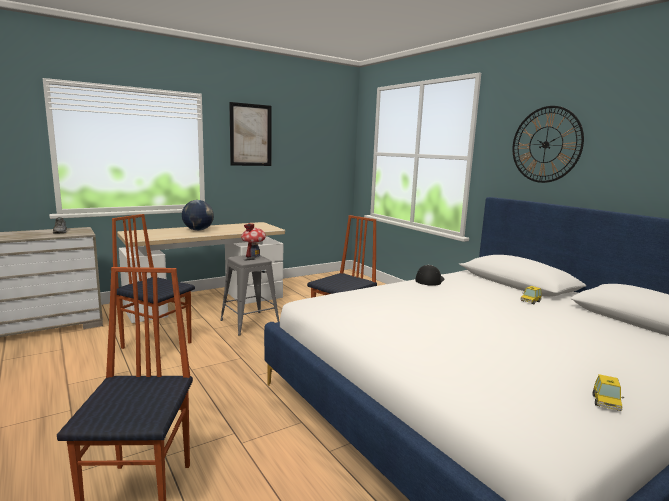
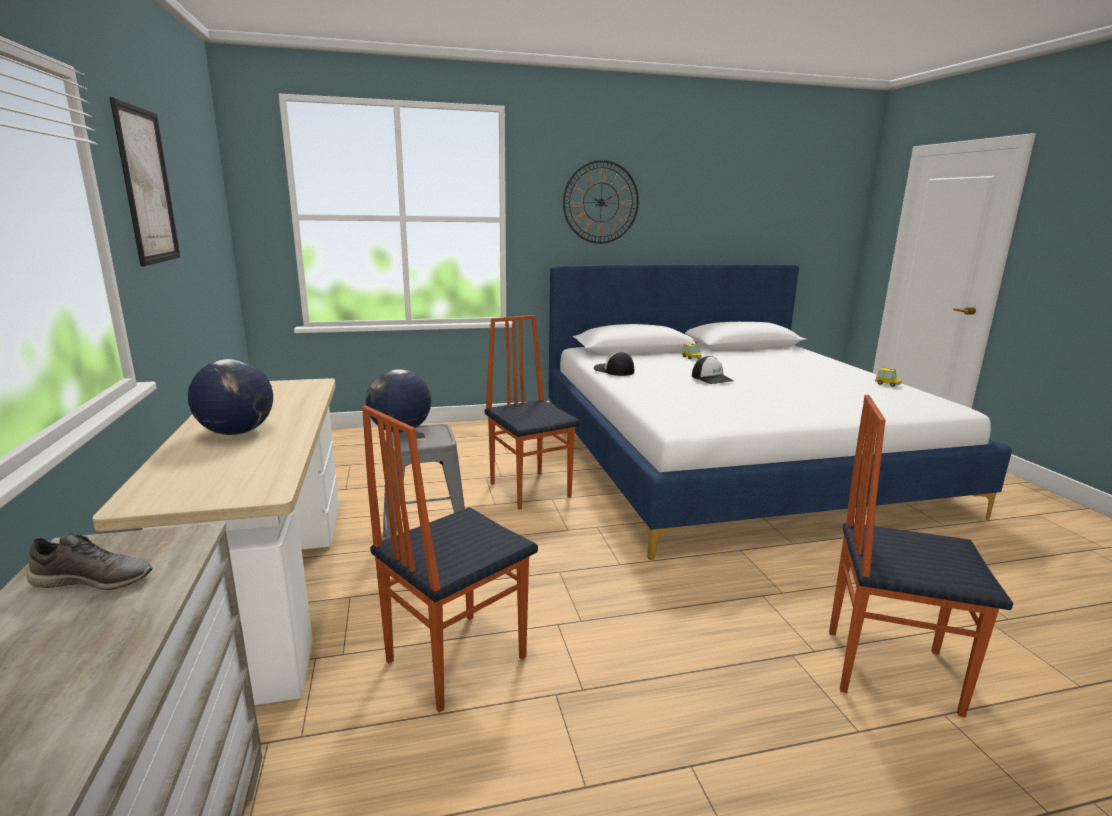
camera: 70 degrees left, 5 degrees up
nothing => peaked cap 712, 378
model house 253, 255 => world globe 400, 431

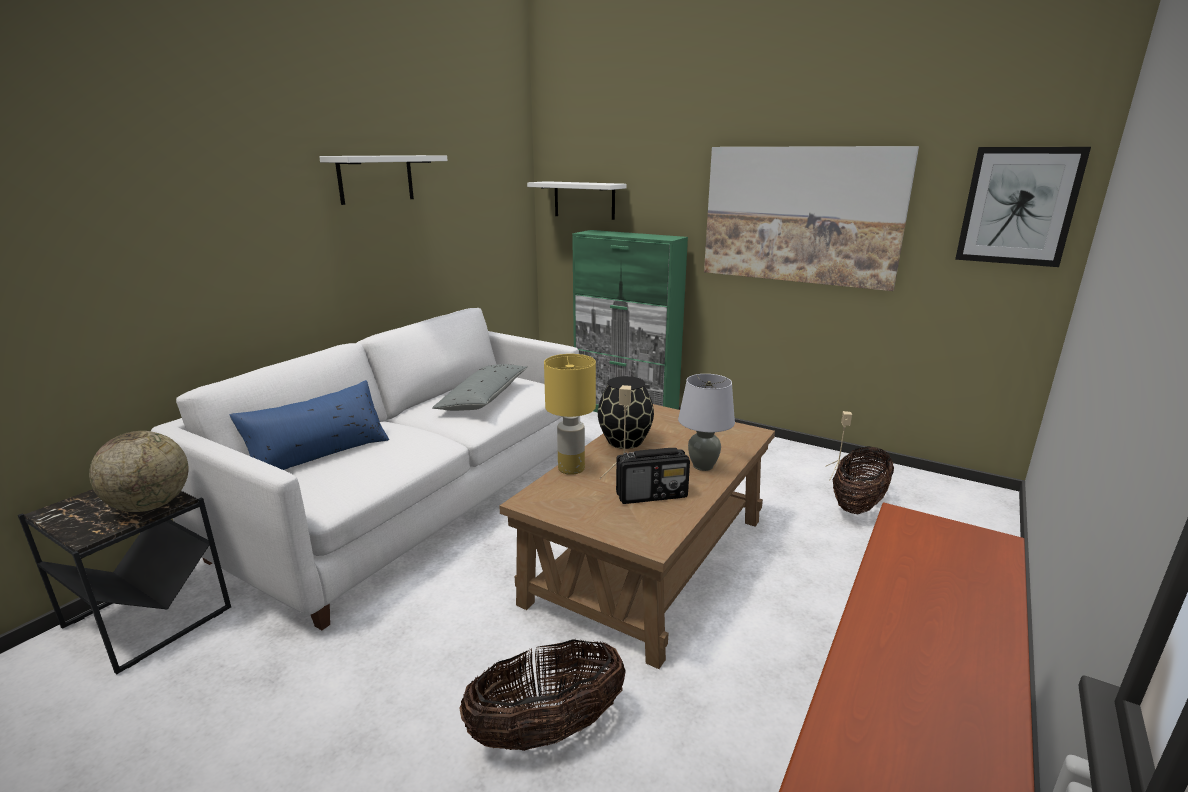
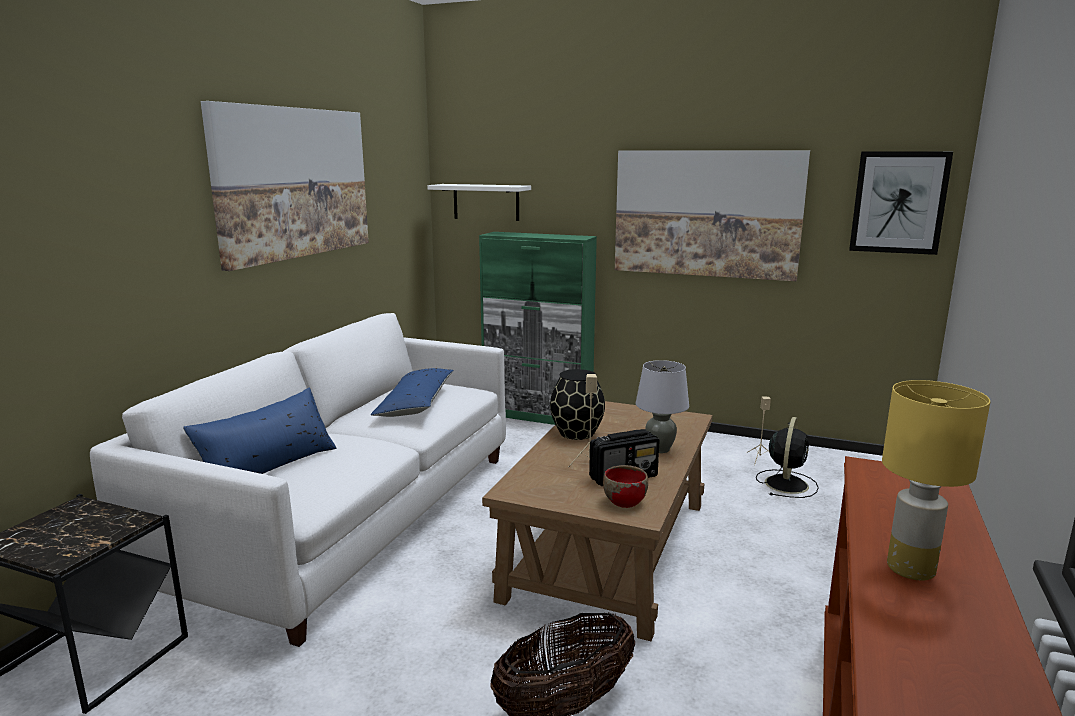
camera: 10 degrees left, 5 degrees down
world globe 151, 505 => nothing
nothing => red-coloured deep dish 624, 501
yellow table lamp 571, 468 => yellow table lamp 910, 568, relocated
white-coloured wall shelf 376, 179 => picture 294, 183
household basket 858, 504 => blackish electric fan 786, 483
gray pillow 483, 398 => bluish pillow 415, 404

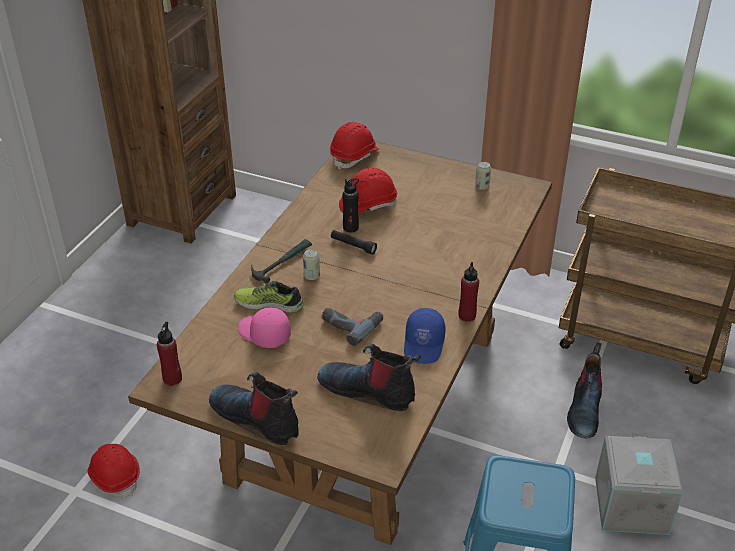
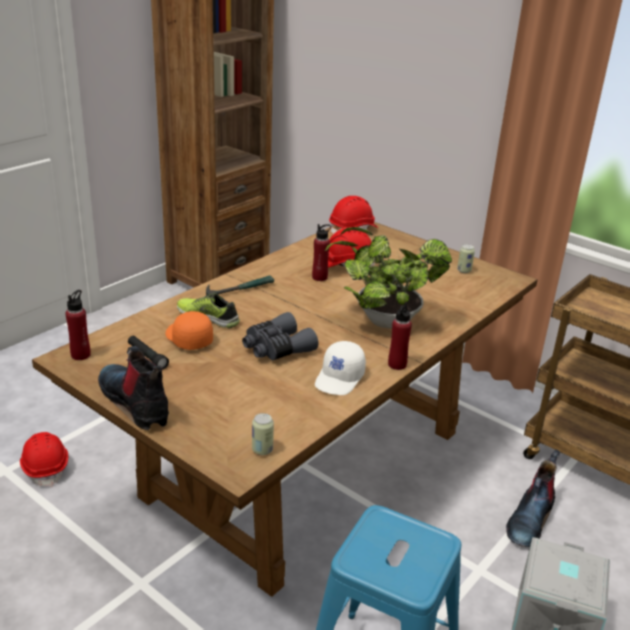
camera: 15 degrees right, 10 degrees down
boot 368, 390 => nothing
nothing => potted plant 382, 321
sealed can 311, 276 => sealed can 262, 450, relocated
blackish torch 353, 246 => blackish torch 147, 357, relocated
electric drill 351, 324 => gray binoculars 276, 348
pink-coloured peaked cap 263, 334 => orange peaked cap 188, 339
blackish beverage bottle 350, 227 => red-coloured beverage bottle 319, 277
bluish peaked cap 424, 344 => white-coloured peaked cap 340, 379

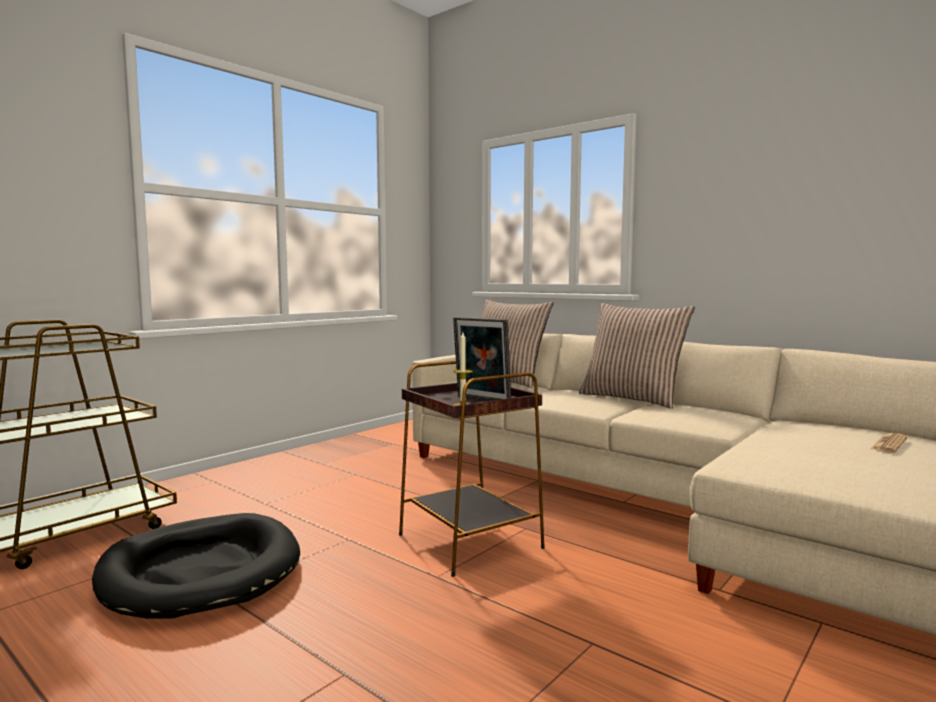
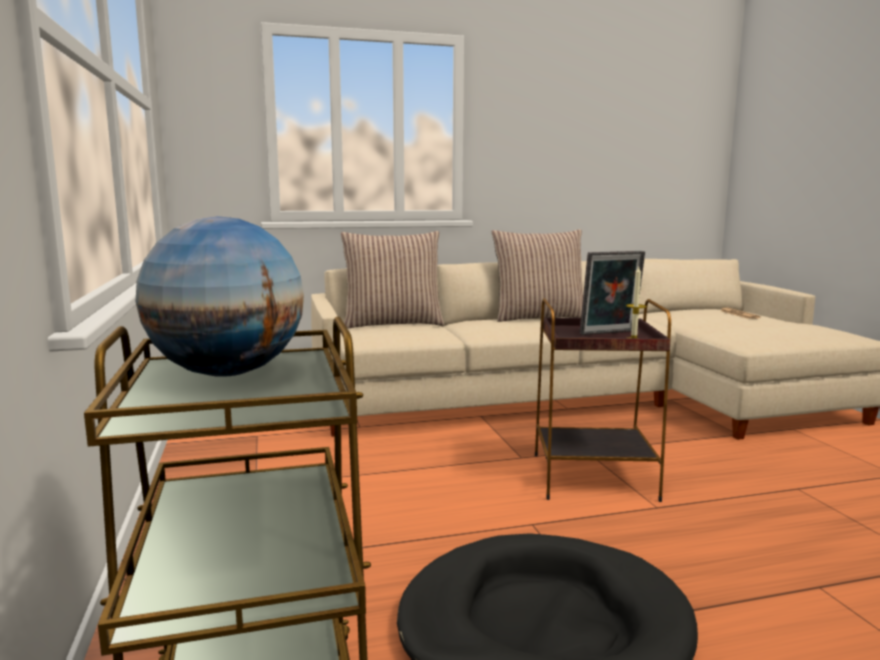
camera: 55 degrees left, 5 degrees up
nothing => world globe 228, 373

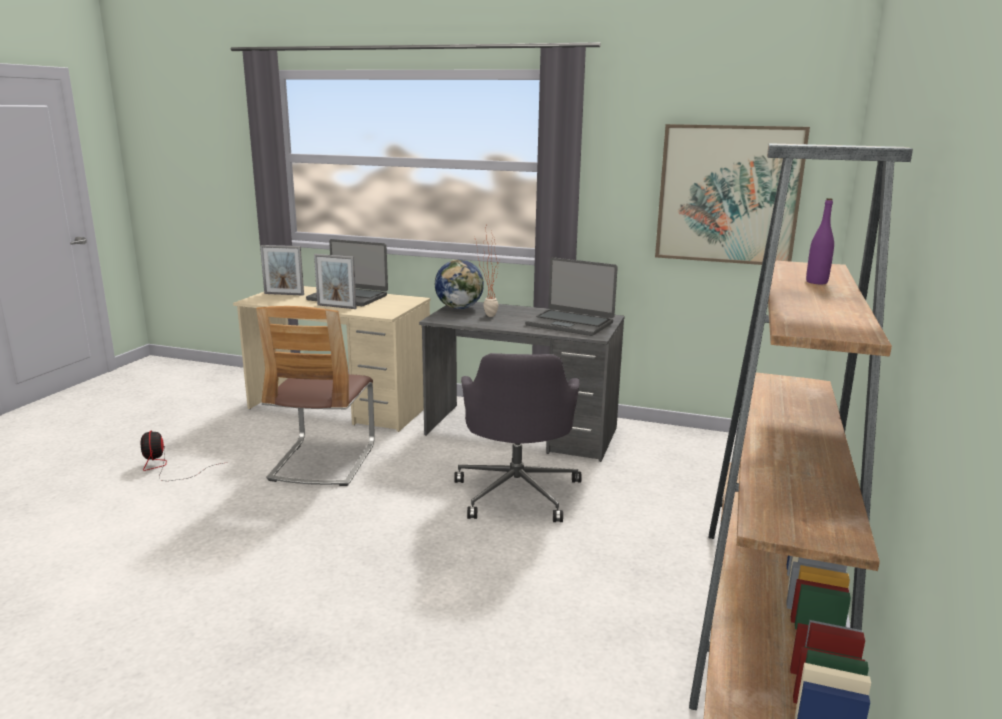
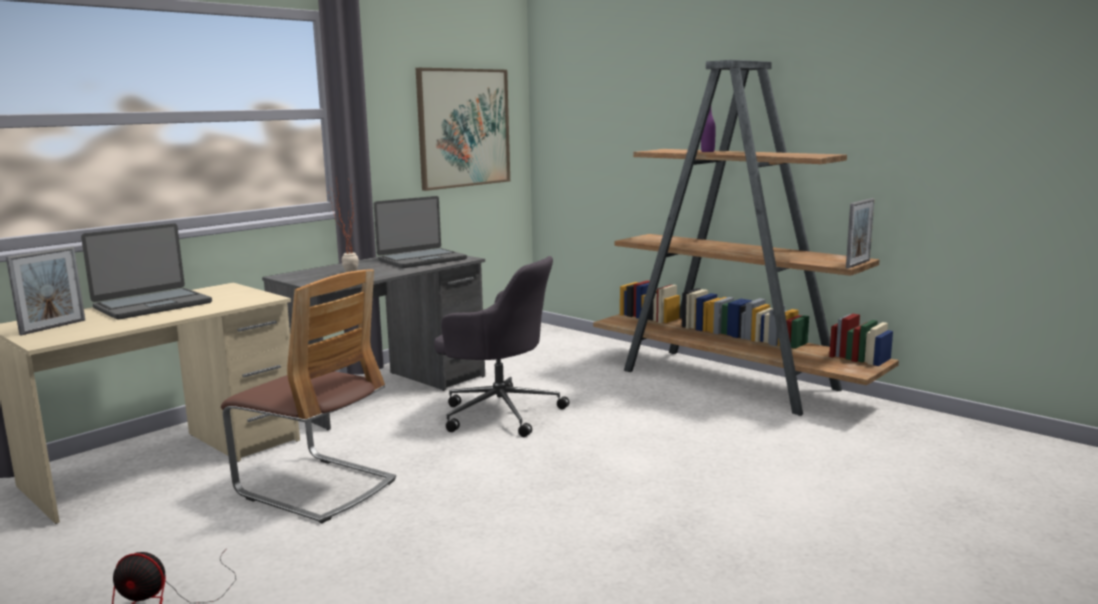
camera: 65 degrees left, 5 degrees down
world globe 459, 308 => nothing
picture frame 336, 307 => picture frame 858, 264, relocated

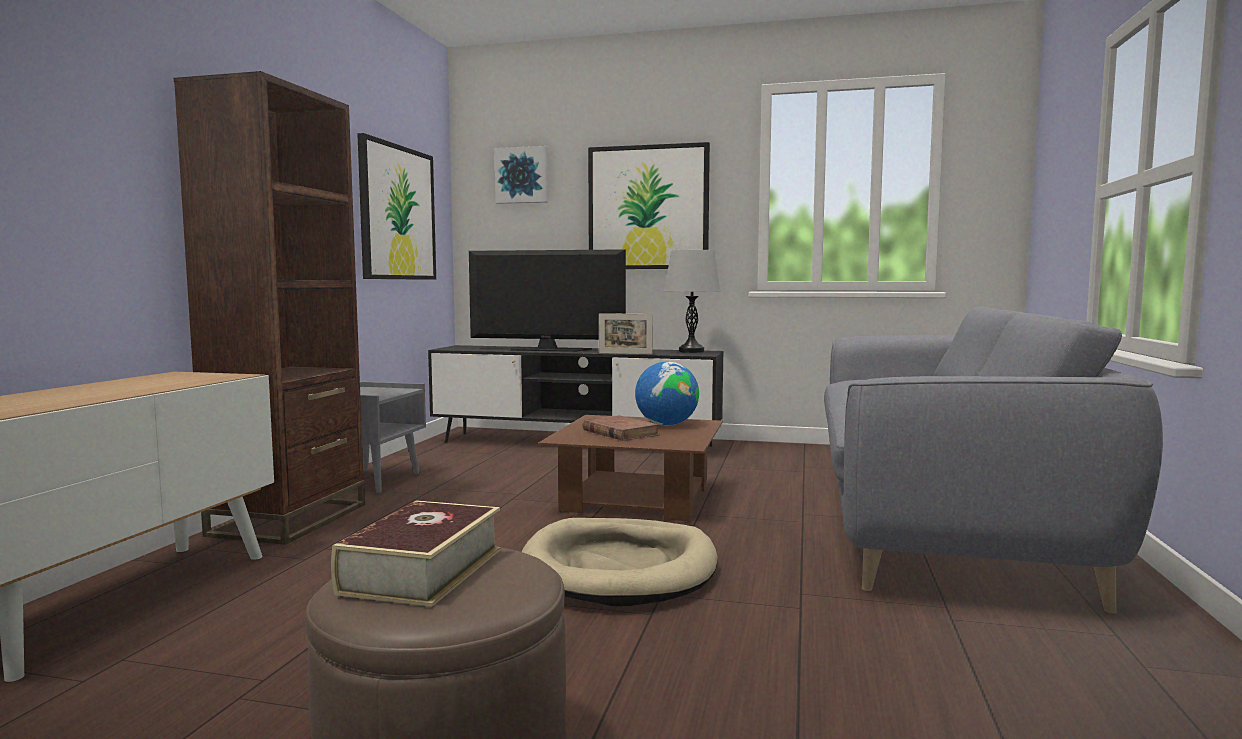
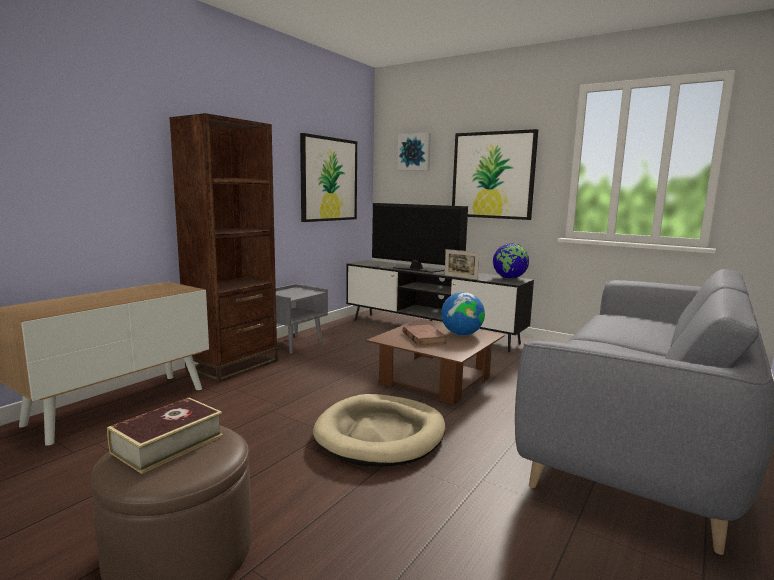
camera: 20 degrees right, 5 degrees up
gray table lamp 691, 351 => world globe 509, 278

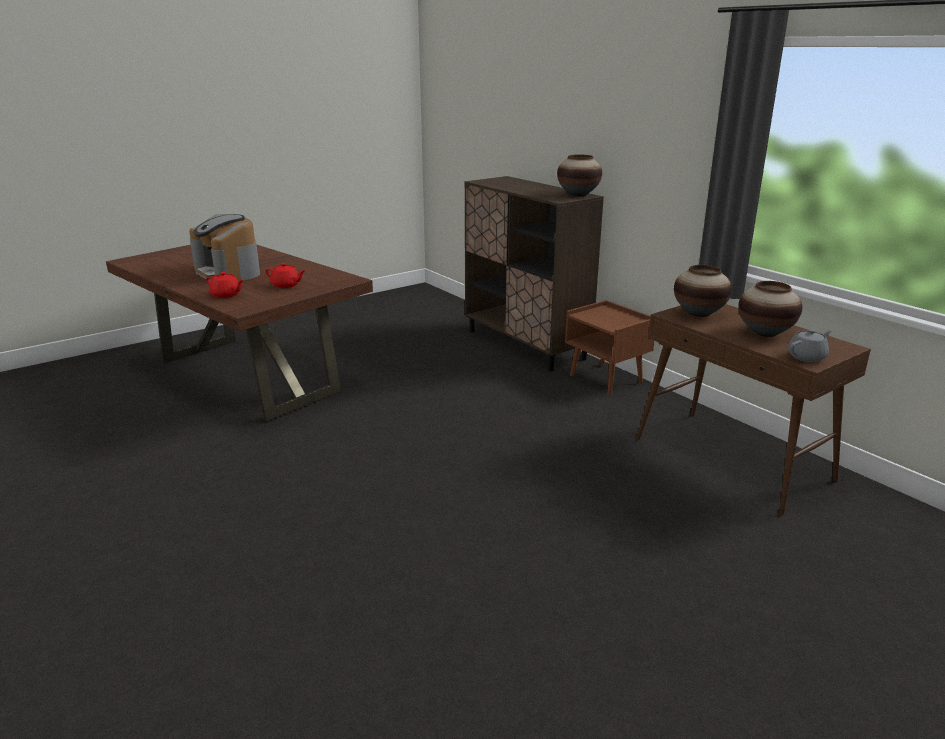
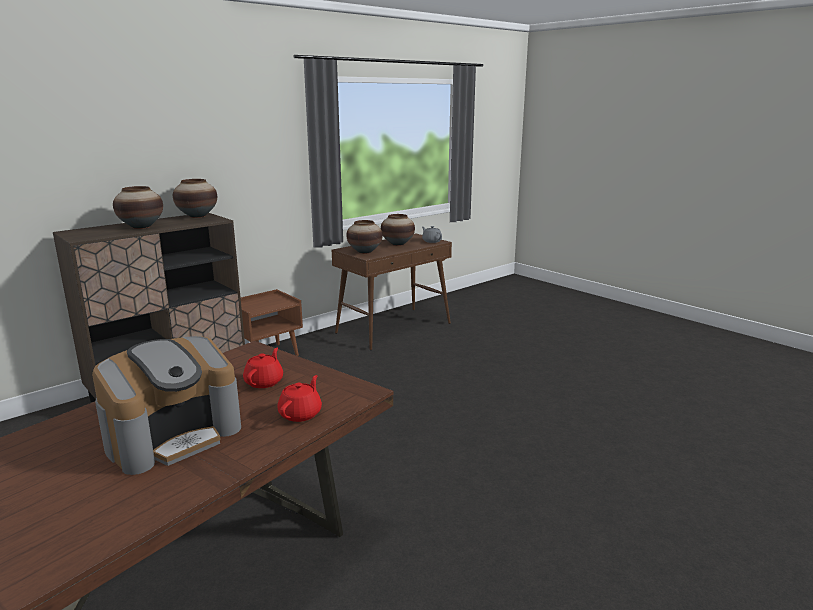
camera: 95 degrees left, 5 degrees down
nothing => flower vase 141, 227

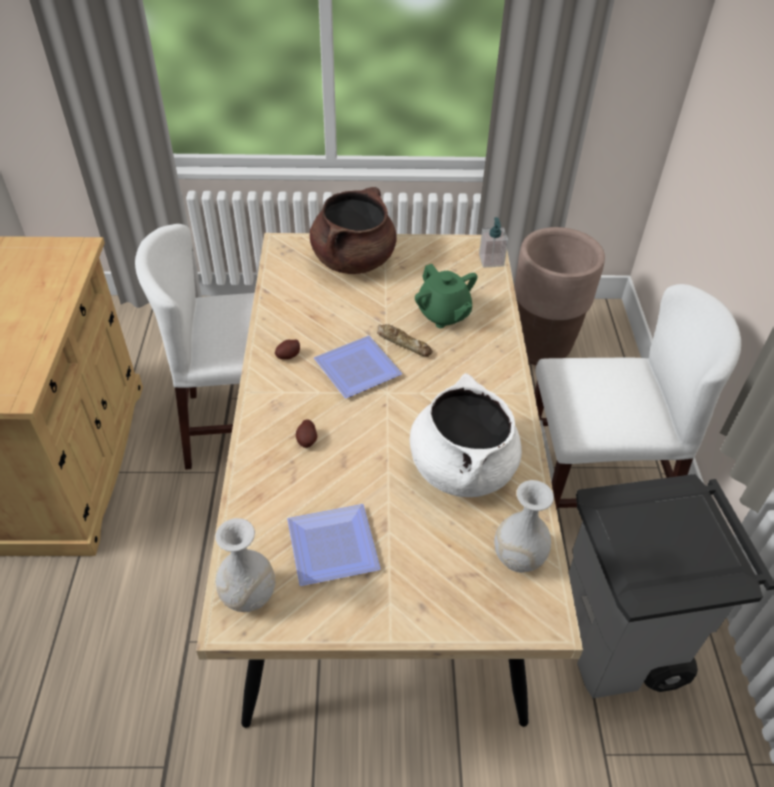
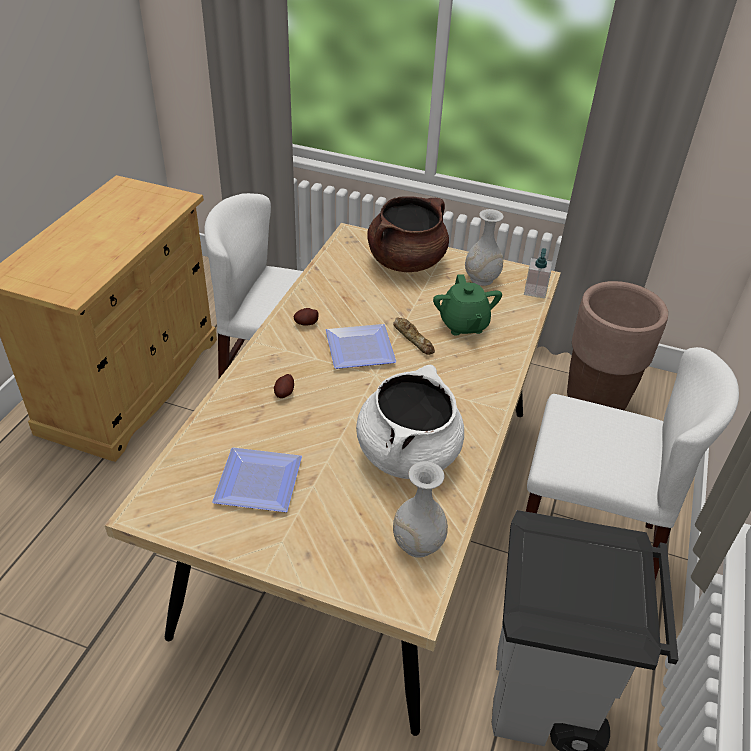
camera: 20 degrees right, 5 degrees down
white-coloured flower vase 249, 596 => white-coloured flower vase 482, 279, relocated

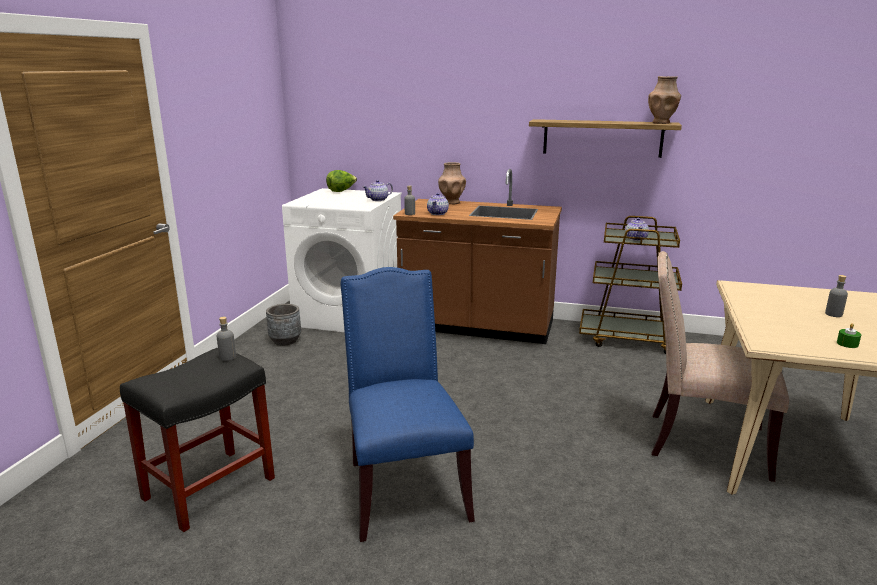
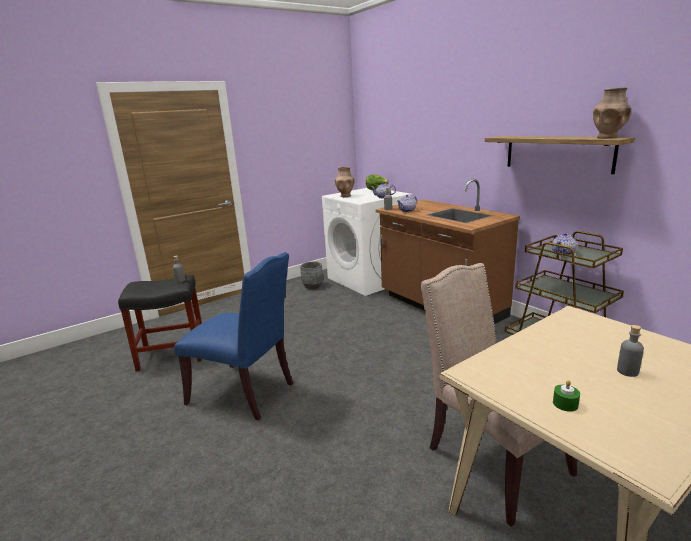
camera: 40 degrees right, 0 degrees up
brown flower vase 452, 202 => brown flower vase 345, 196, relocated
bluish upright chair 403, 487 => bluish upright chair 246, 393, 90 degrees clockwise

